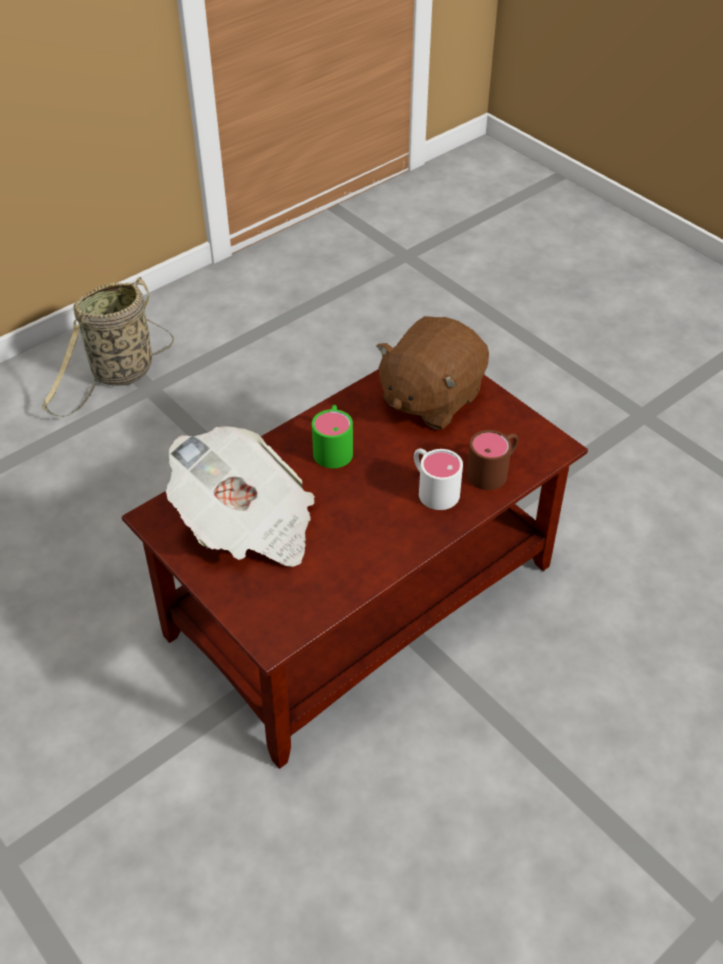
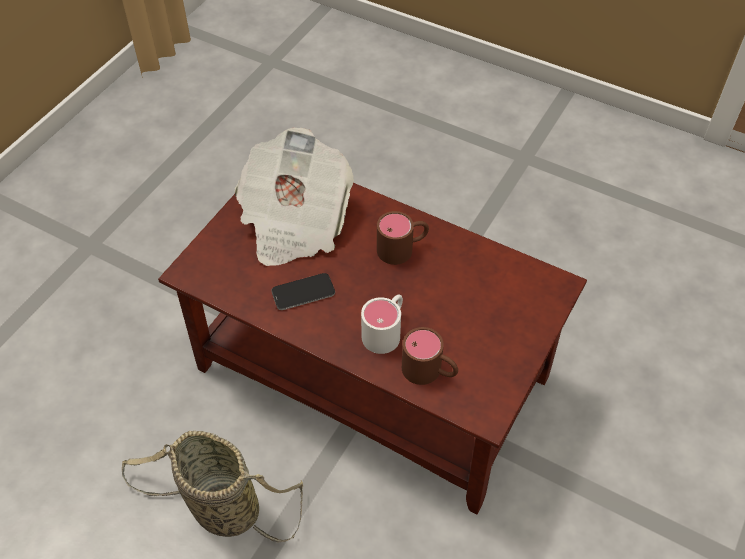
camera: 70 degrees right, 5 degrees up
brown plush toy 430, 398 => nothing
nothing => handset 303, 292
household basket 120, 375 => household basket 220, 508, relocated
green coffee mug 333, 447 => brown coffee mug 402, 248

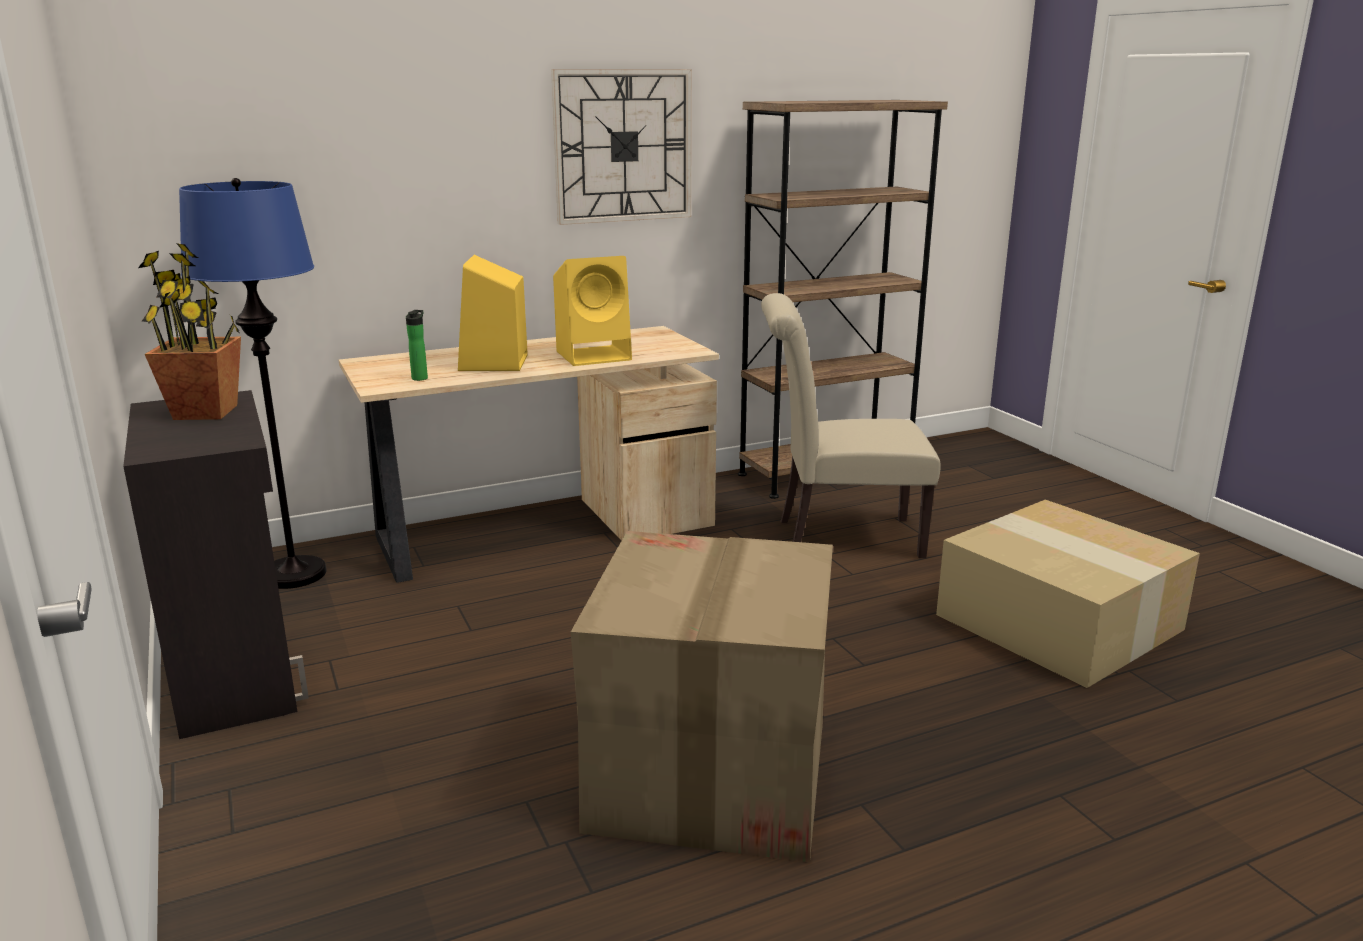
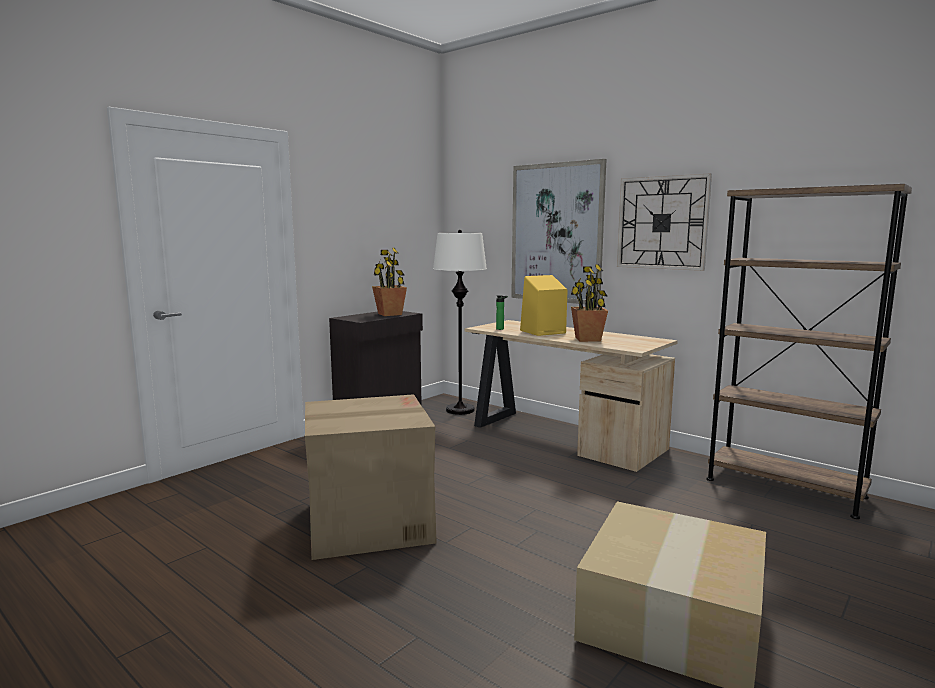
camera: 65 degrees right, 10 degrees down
beige-coloured upright chair 839, 537 => nothing
nothing => picture 556, 233
yellow speaker 595, 355 => potted plant 588, 339
bluish floor lamp 294, 574 => white-coloured floor lamp 460, 410

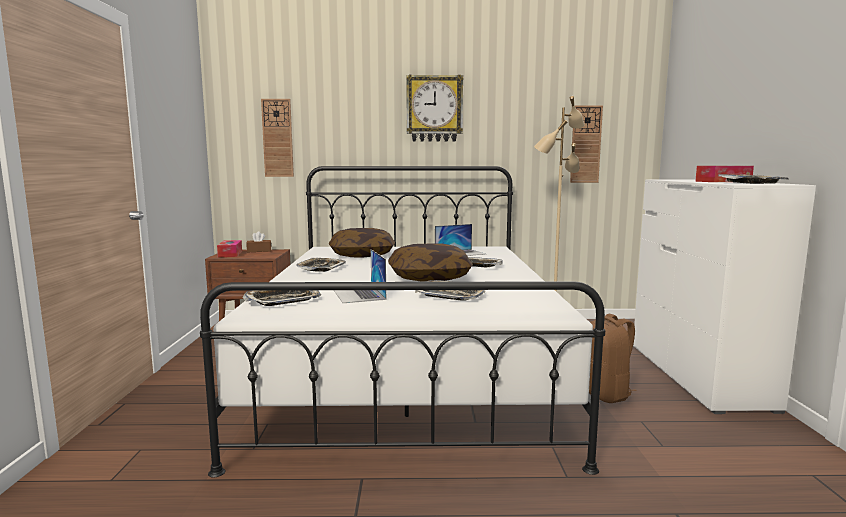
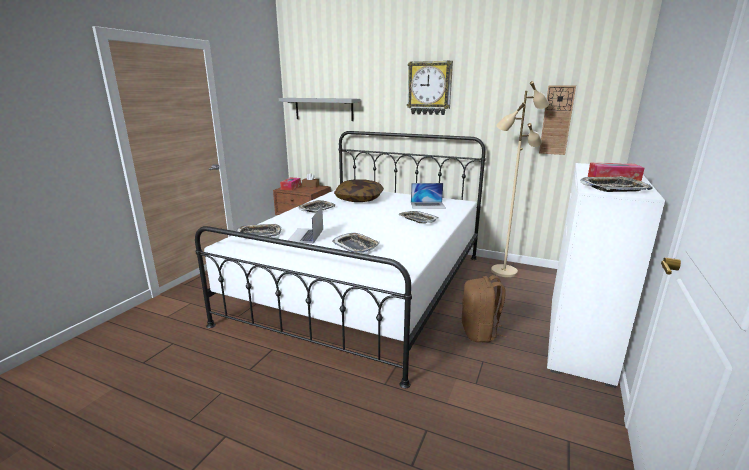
camera: 25 degrees right, 10 degrees up
pillow 429, 277 => nothing
hanging clock 277, 138 => gray wall shelf 324, 109

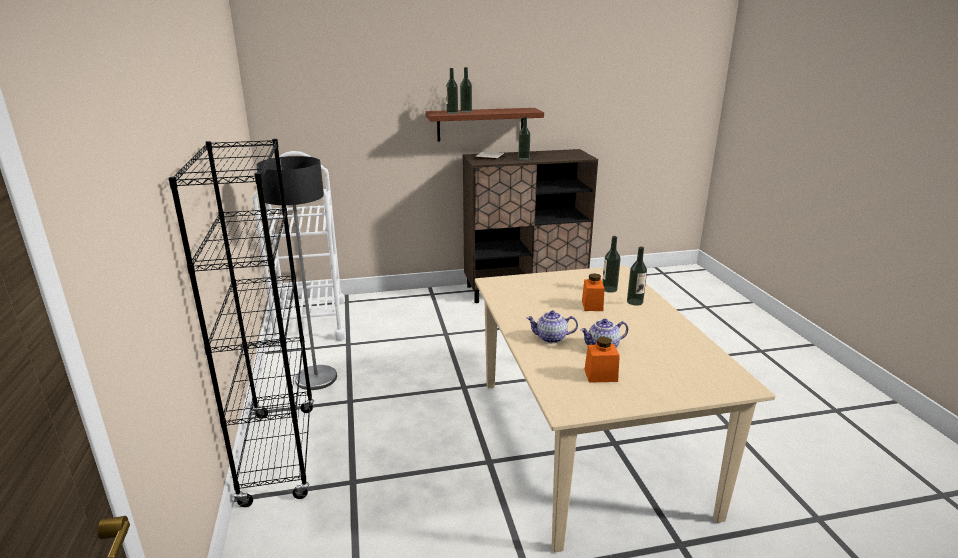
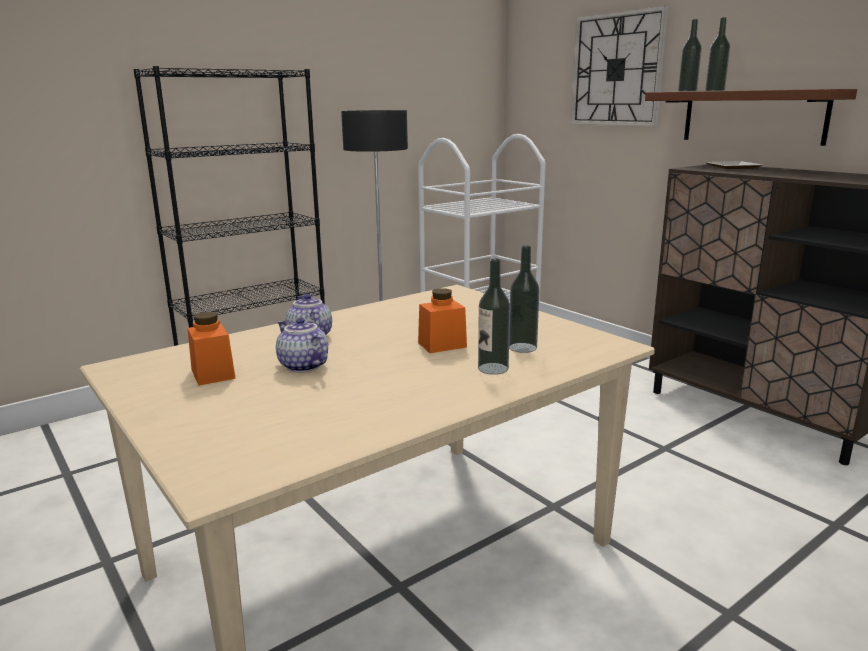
camera: 65 degrees right, 5 degrees down
beverage bottle 523, 159 => nothing
nothing => hanging clock 617, 70

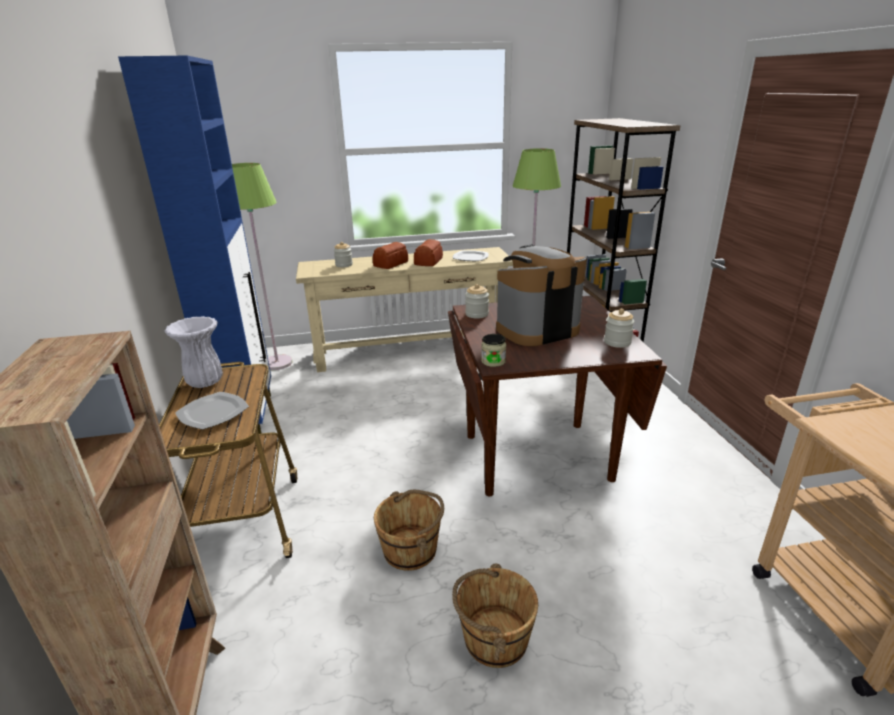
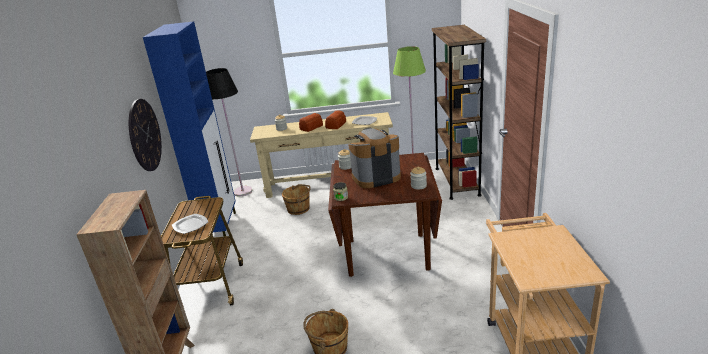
camera: 10 degrees right, 0 degrees up
white-coloured flower vase 205, 382 => nothing
nothing => hanging clock 145, 135
brown water bucket 411, 549 => brown water bucket 299, 209, relocated
green floor lamp 277, 363 => blackish floor lamp 243, 191

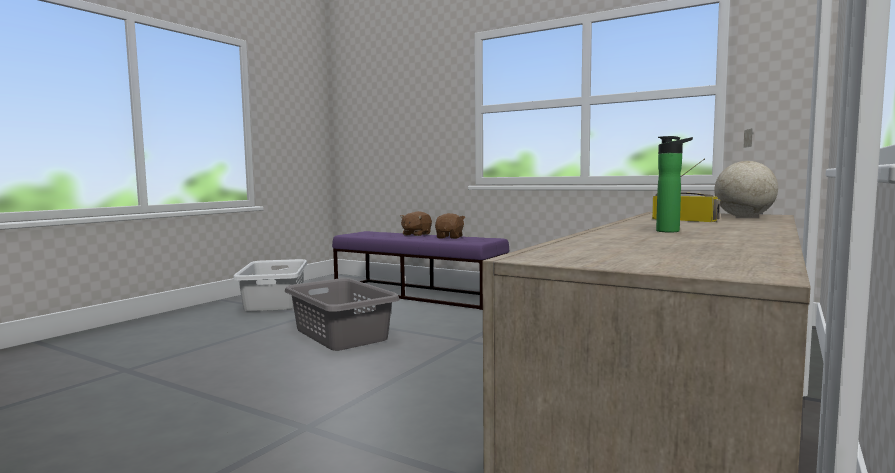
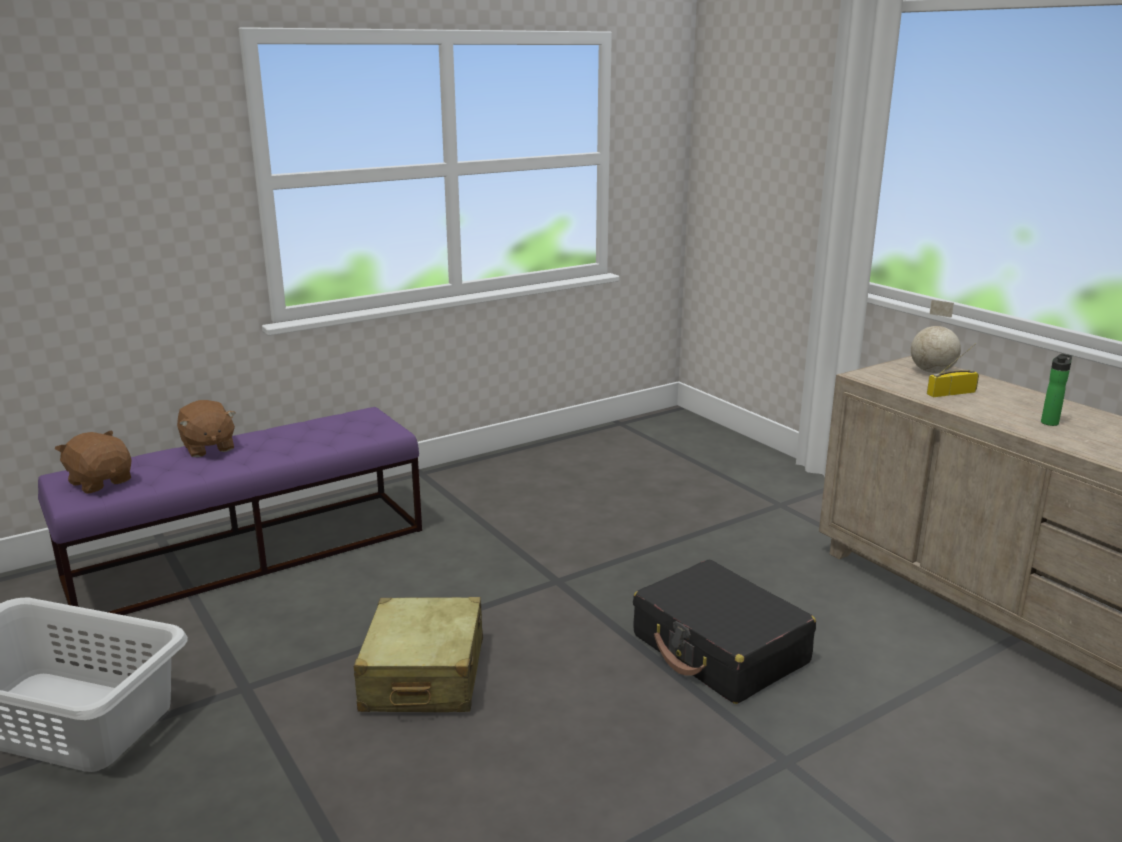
camera: 65 degrees left, 15 degrees up
nothing => blackish piece of luggage 720, 649
brown plush toy 450, 237 => brown plush toy 101, 482, relocated
gray washing basket 340, 335 => beige-coloured piece of luggage 423, 675

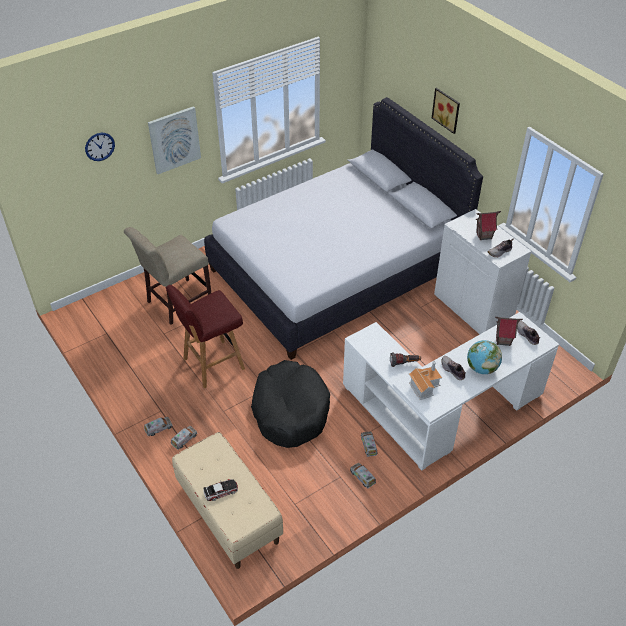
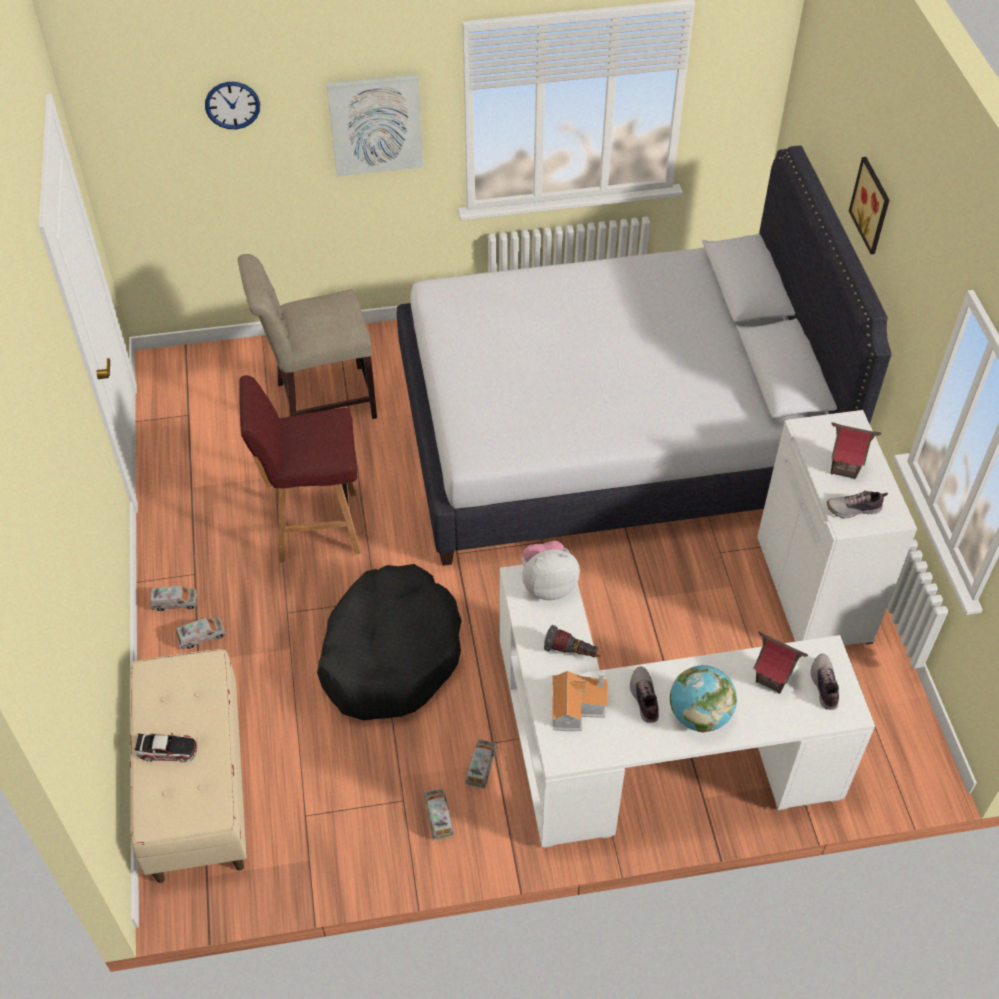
camera: 25 degrees right, 5 degrees up
nothing => plush toy 548, 585

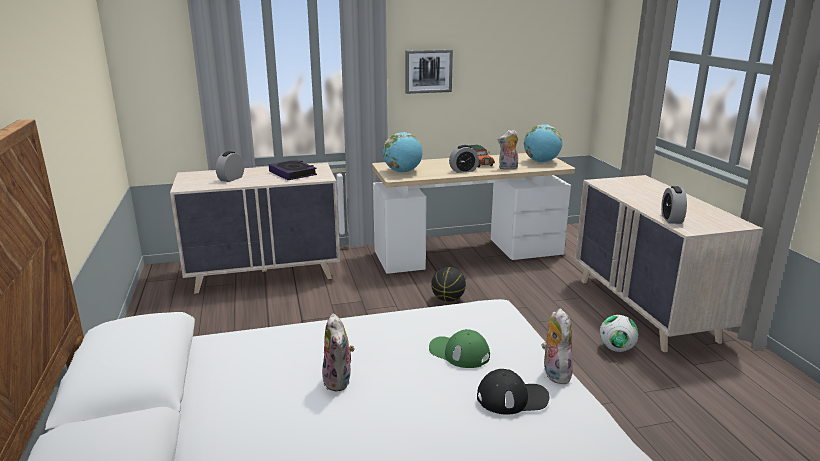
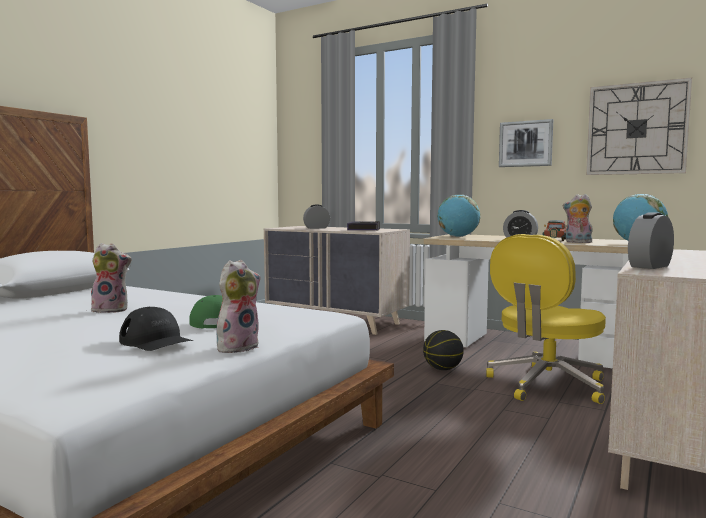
camera: 45 degrees right, 15 degrees down
ball for football 616, 349 => nothing
nothing => yellow office chair 546, 385
nothing => hanging clock 636, 129
plush toy 339, 381 => plush toy 112, 310, 120 degrees counterclockwise

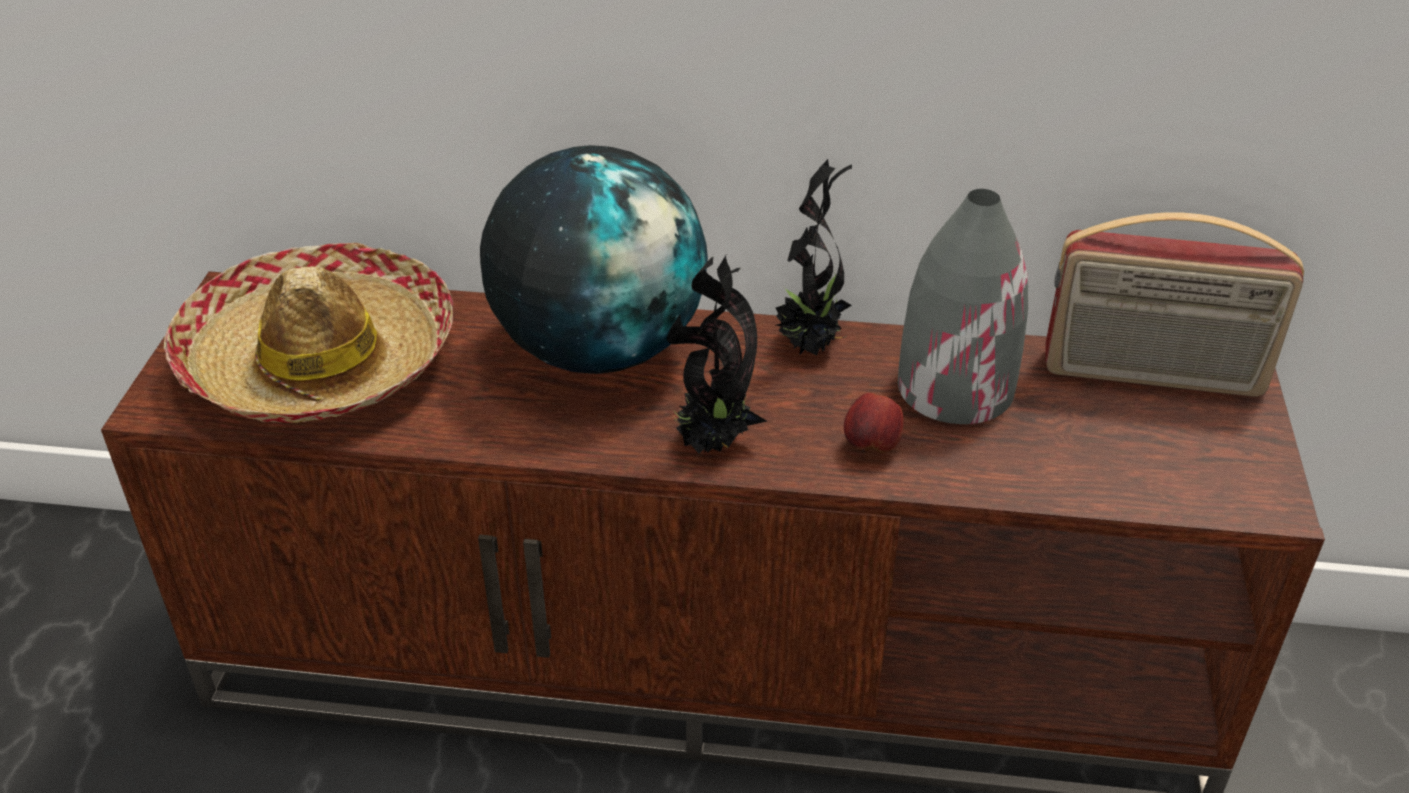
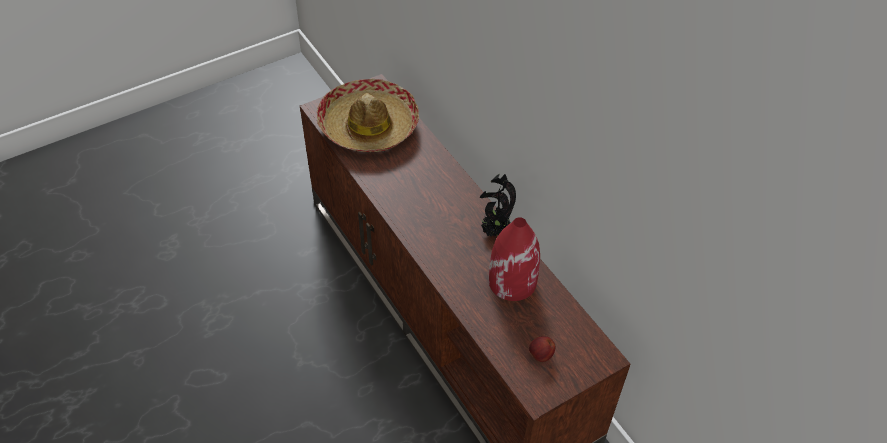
camera: 50 degrees right, 10 degrees up
world globe 599, 348 => nothing
potted plant 712, 443 => nothing
radio set 1152, 375 => nothing
apple fruit 871, 446 => apple fruit 540, 355, relocated
gray flower vase 954, 387 => red-coloured flower vase 512, 281

